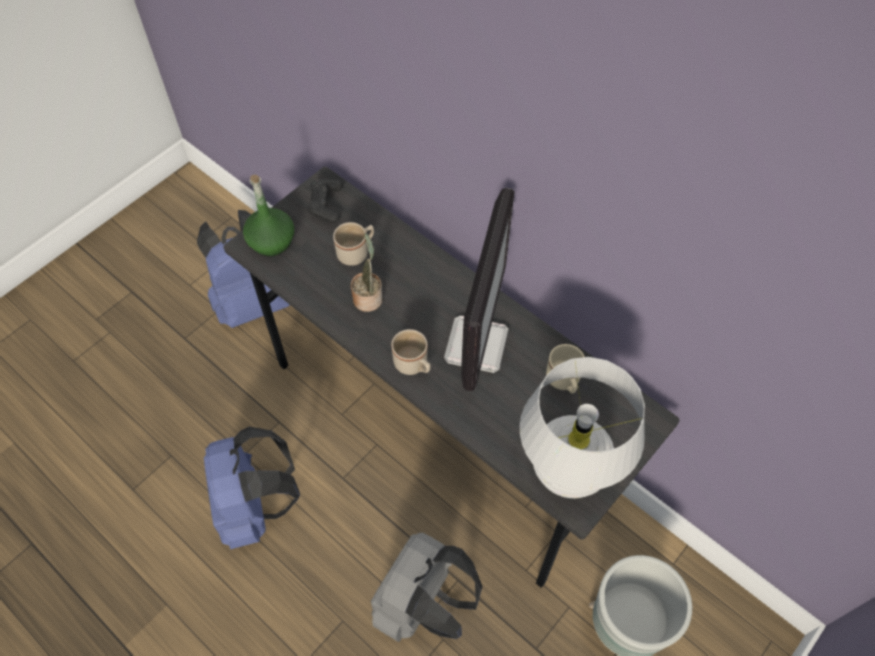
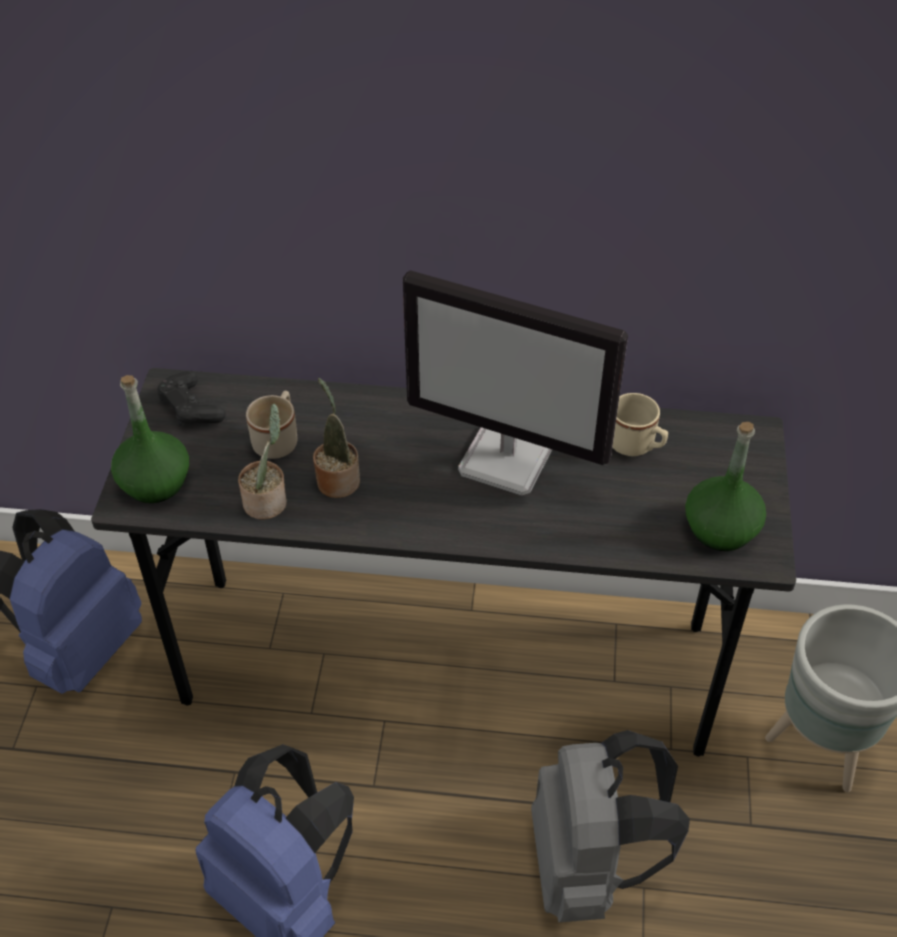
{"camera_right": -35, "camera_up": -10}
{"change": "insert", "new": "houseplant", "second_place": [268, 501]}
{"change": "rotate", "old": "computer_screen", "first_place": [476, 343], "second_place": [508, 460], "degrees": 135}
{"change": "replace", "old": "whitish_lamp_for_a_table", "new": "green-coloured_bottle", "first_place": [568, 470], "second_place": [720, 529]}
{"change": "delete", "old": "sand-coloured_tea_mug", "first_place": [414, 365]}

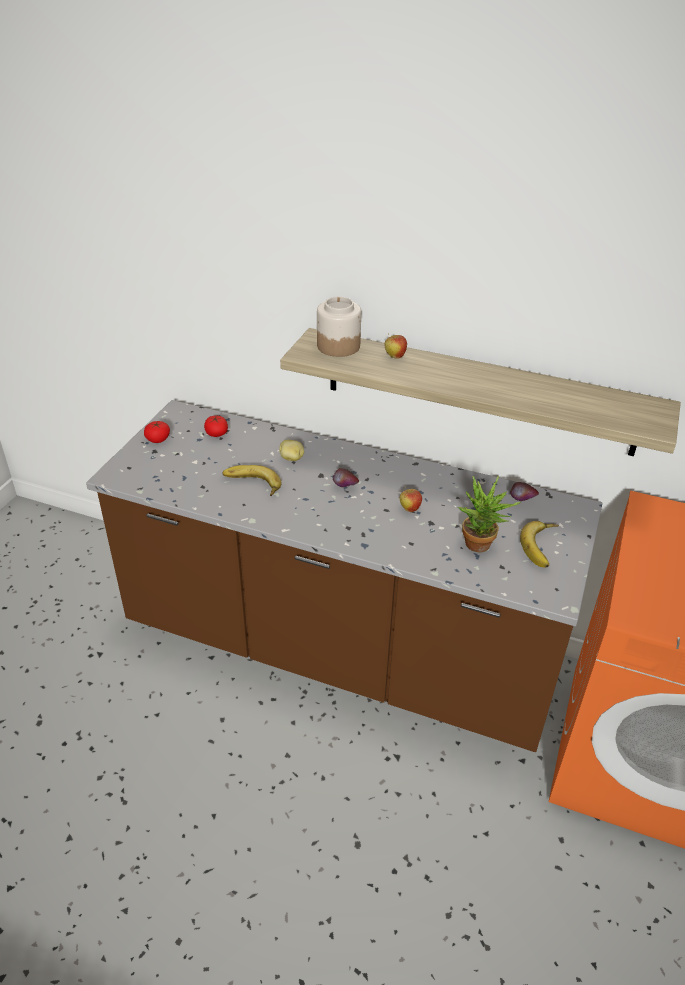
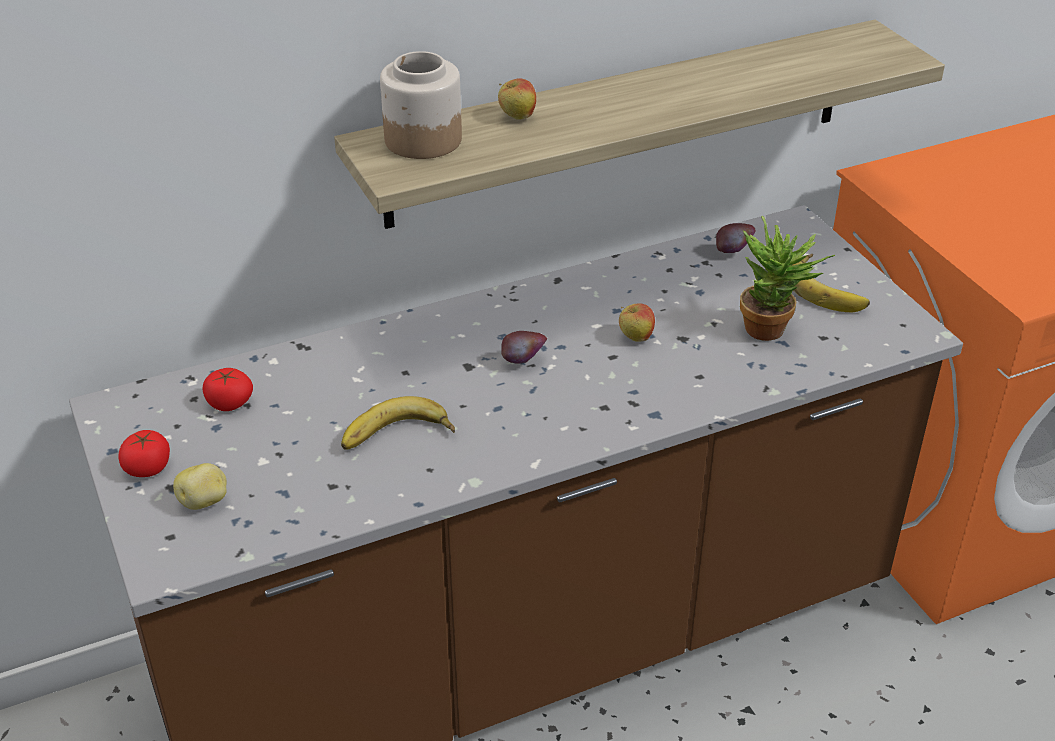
{"camera_right": -45, "camera_up": 0}
{"change": "move", "old": "whole_potato", "first_place": [292, 459], "second_place": [204, 501]}

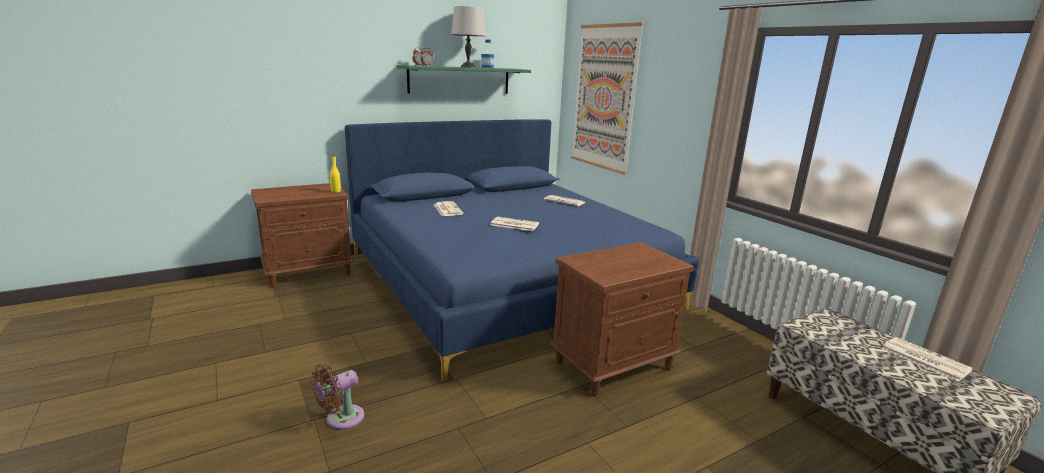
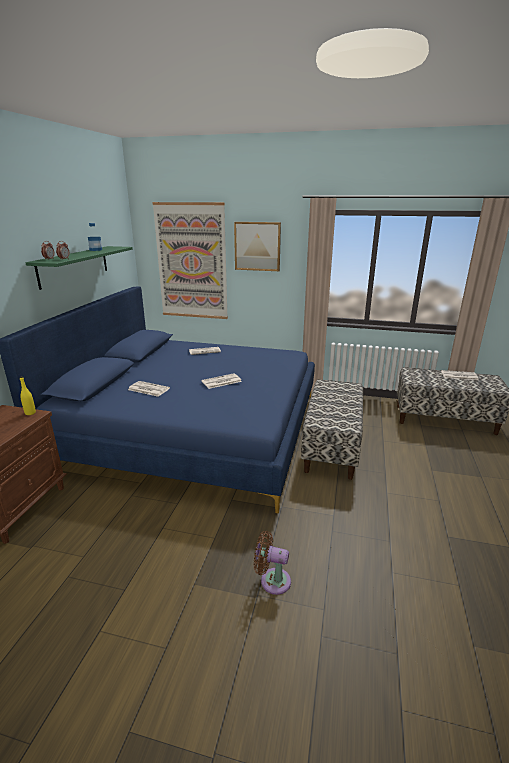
{"camera_right": -45, "camera_up": 5}
{"change": "insert", "new": "wall_picture", "second_place": [257, 246]}
{"change": "rotate", "old": "brown-coloured_electric_fan", "first_place": [341, 419], "second_place": [272, 580], "degrees": 105}
{"change": "replace", "old": "brown-coloured_night_table", "new": "indoor_bench", "first_place": [613, 364], "second_place": [331, 446]}
{"change": "delete", "old": "greyish_lamp_for_a_table", "first_place": [468, 67]}

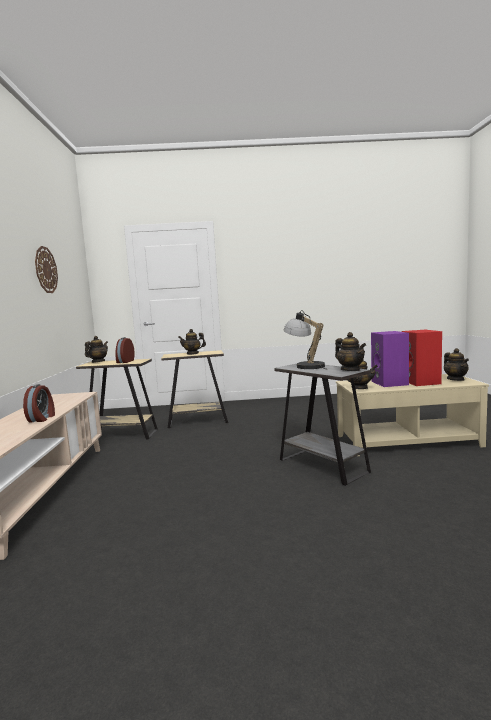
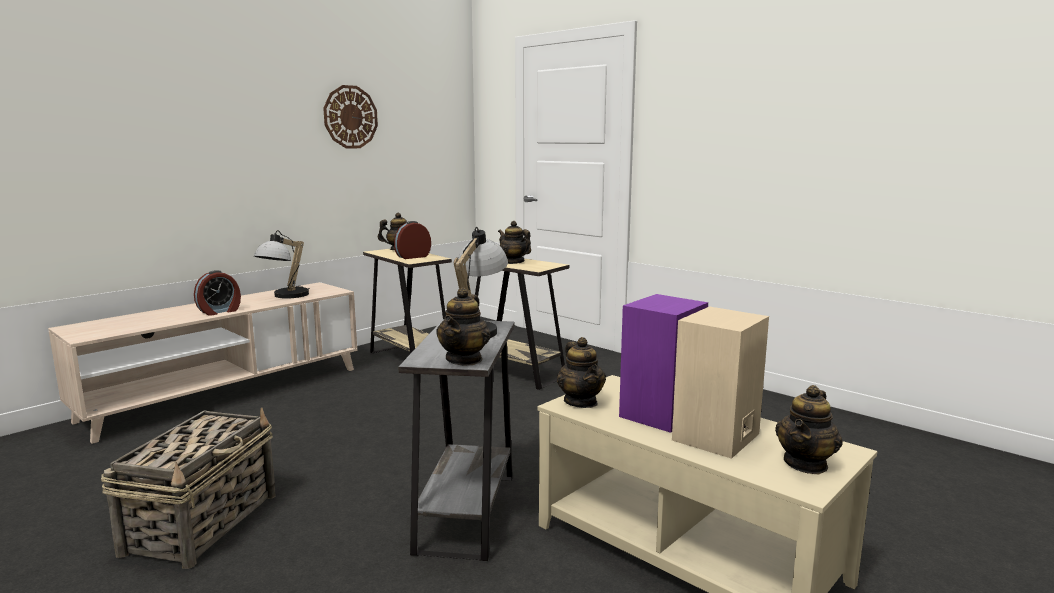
{"camera_right": 45, "camera_up": 5}
{"change": "insert", "new": "storage_basket", "second_place": [203, 522]}
{"change": "insert", "new": "lamp_for_a_table", "second_place": [285, 296]}
{"change": "recolor", "old": "red_loudspeaker", "new": "sand-coloured_loudspeaker", "first_place": [422, 382], "second_place": [716, 438]}

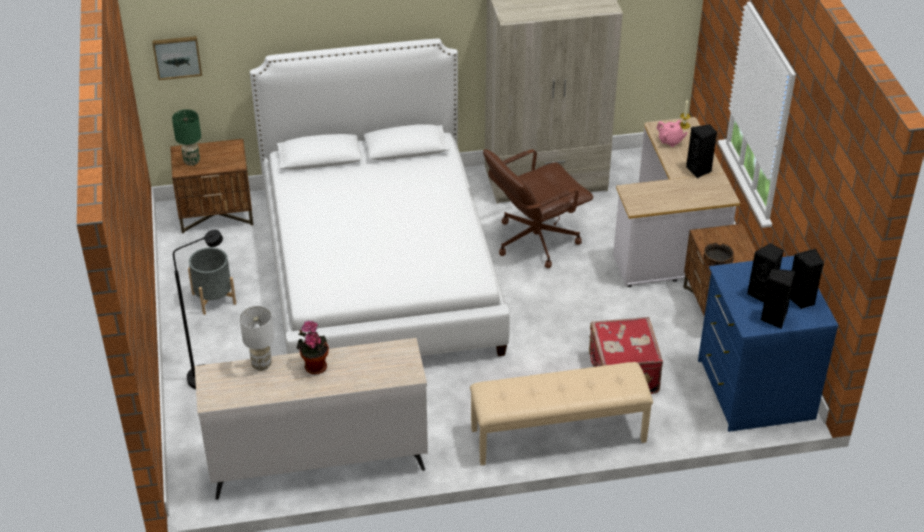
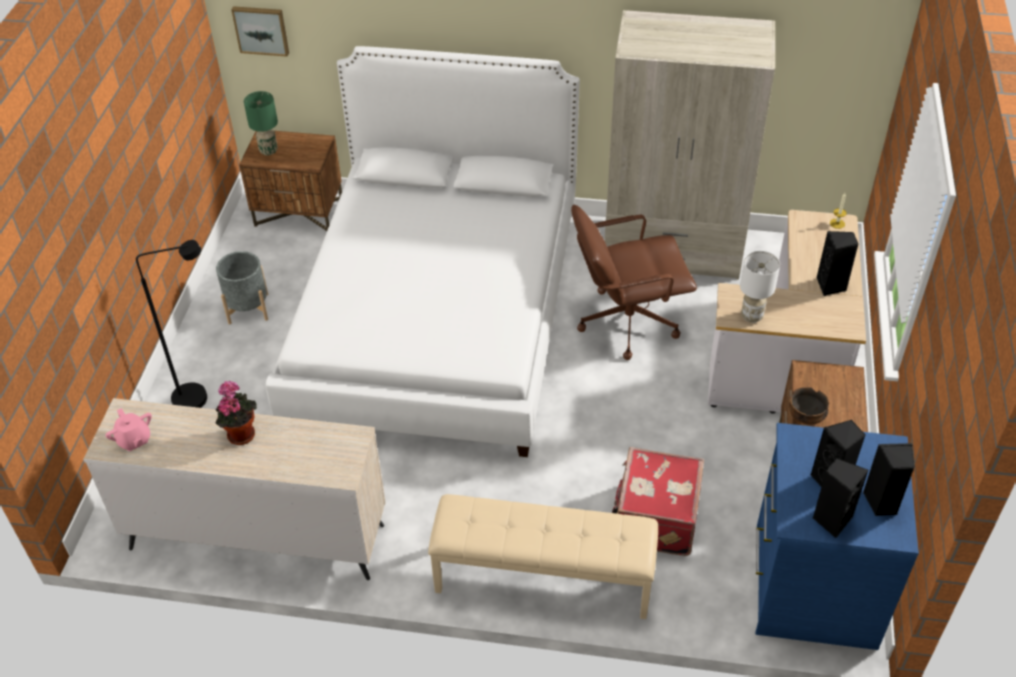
{"camera_right": 20, "camera_up": 5}
{"change": "move", "old": "pinkish_tea_pot", "first_place": [670, 141], "second_place": [134, 440]}
{"change": "move", "old": "whitish_lamp_for_a_table", "first_place": [262, 365], "second_place": [752, 316]}

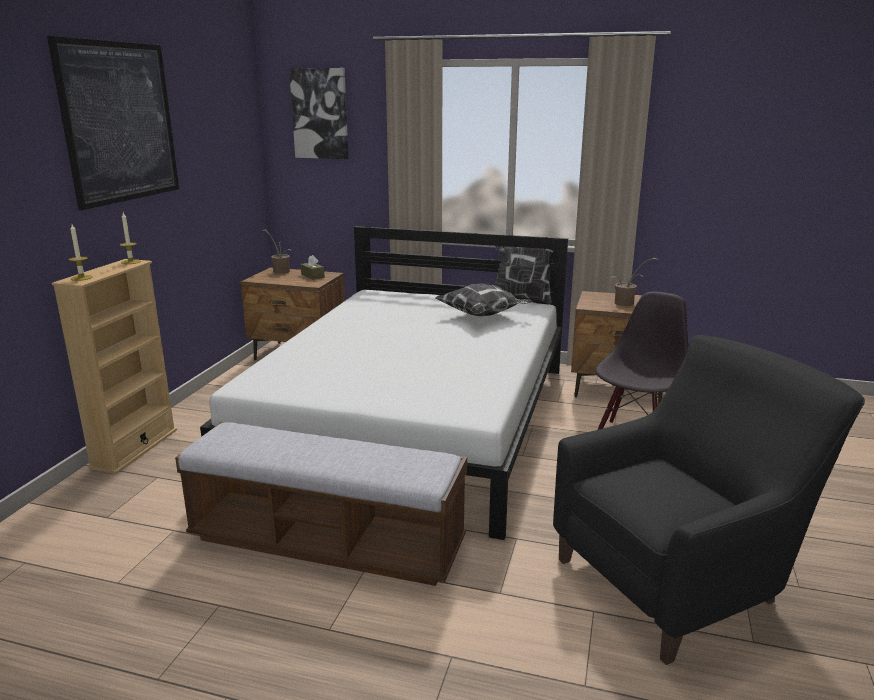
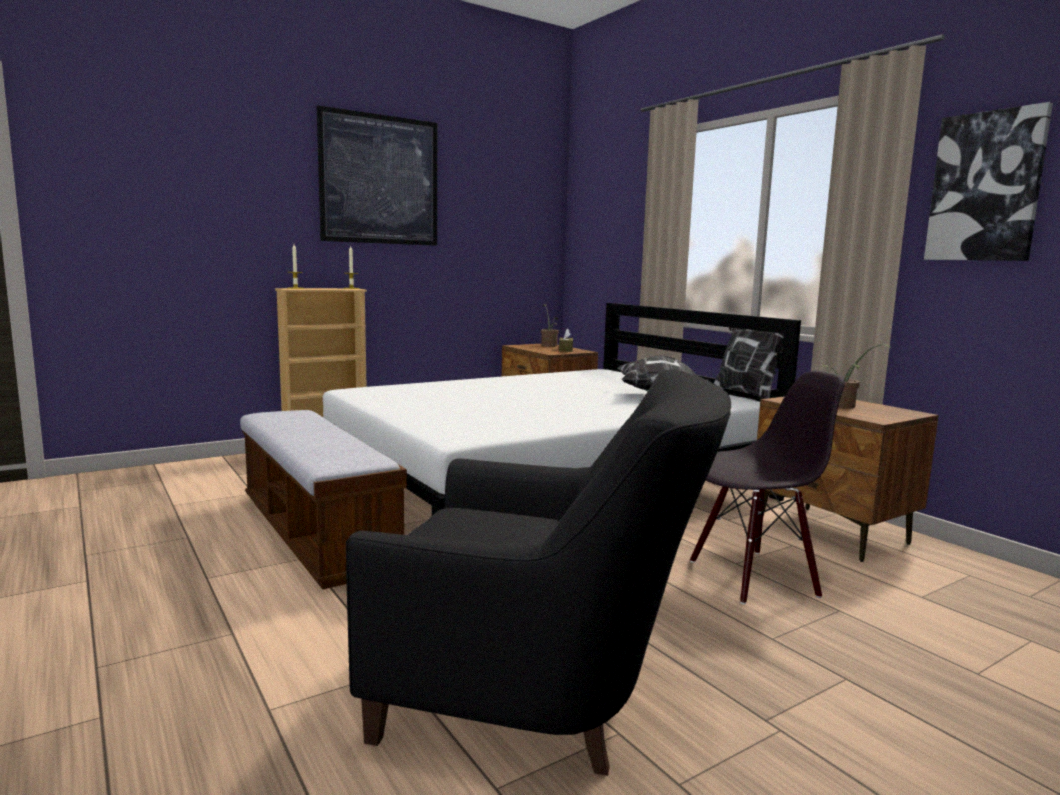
{"camera_right": 40, "camera_up": -10}
{"change": "move", "old": "wall_picture", "first_place": [320, 114], "second_place": [986, 187]}

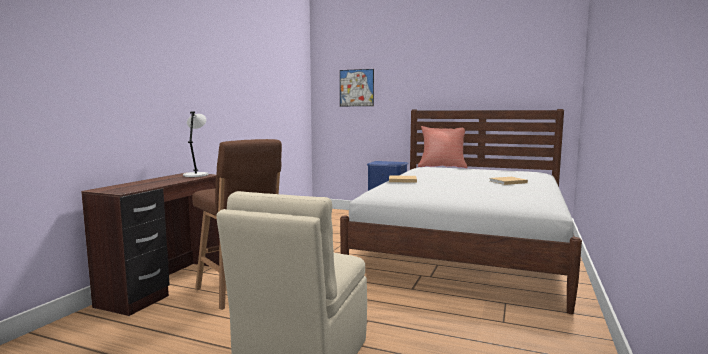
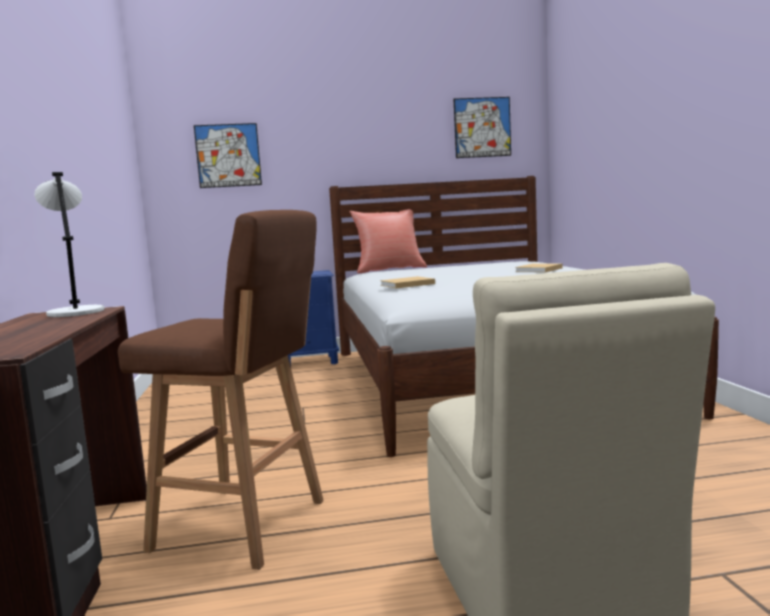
{"camera_right": -30, "camera_up": 0}
{"change": "insert", "new": "wall_picture", "second_place": [482, 127]}

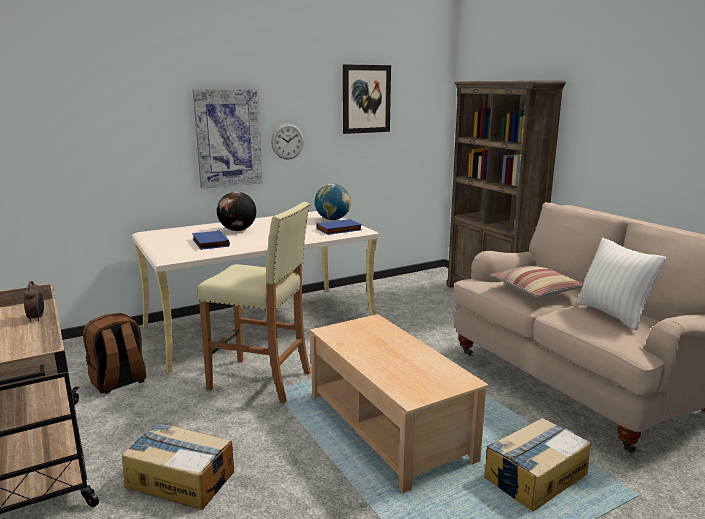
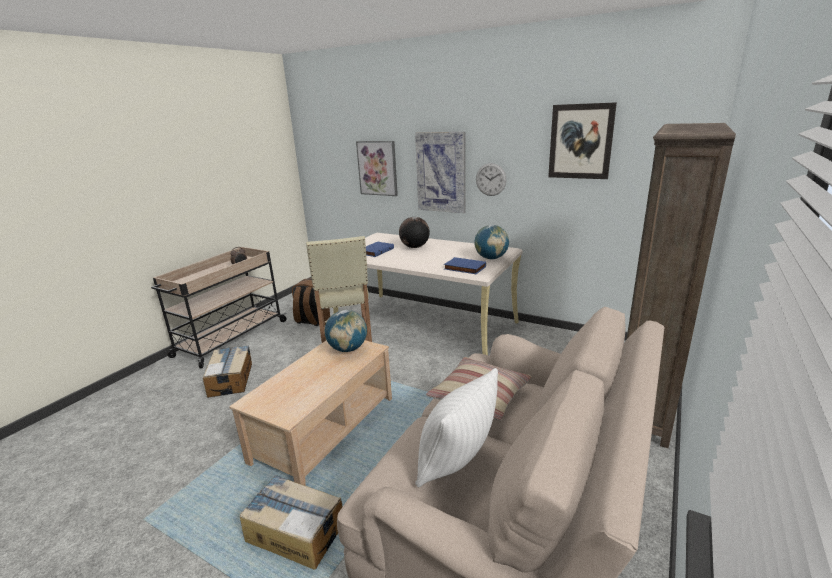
{"camera_right": 60, "camera_up": 5}
{"change": "insert", "new": "globe", "second_place": [348, 349]}
{"change": "insert", "new": "wall_picture", "second_place": [377, 168]}

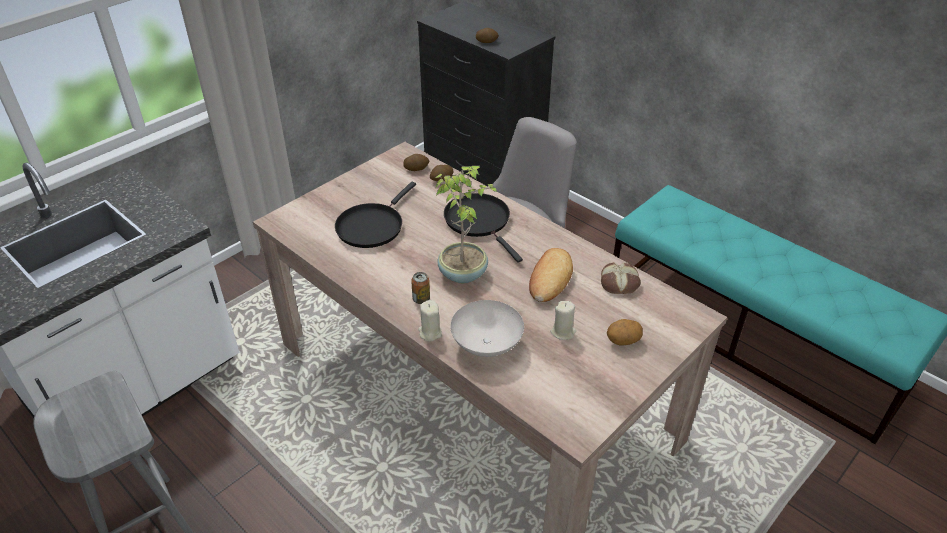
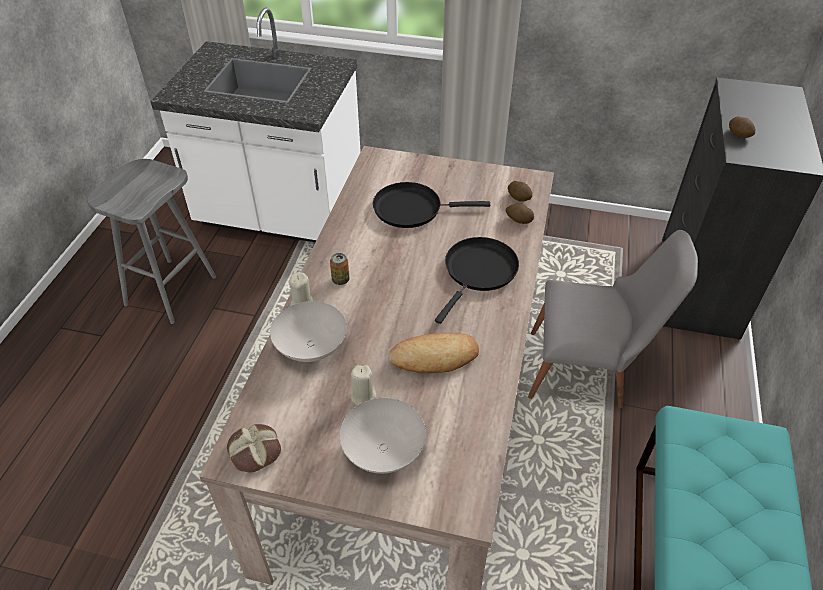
{"camera_right": 60, "camera_up": 5}
{"change": "move", "old": "bakery_bread", "first_place": [620, 282], "second_place": [255, 452]}
{"change": "replace", "old": "whole_potato", "new": "whitish_deep_dish", "first_place": [623, 341], "second_place": [382, 452]}
{"change": "delete", "old": "houseplant", "first_place": [463, 273]}

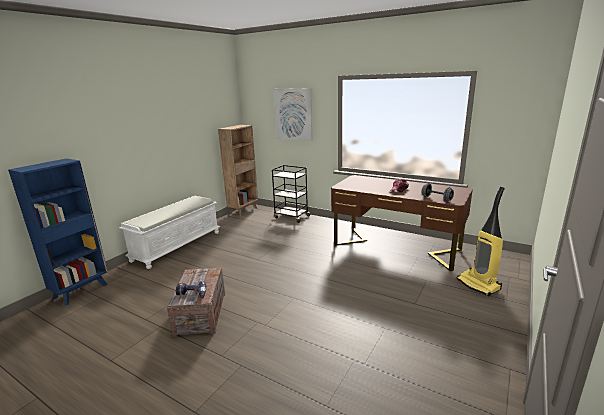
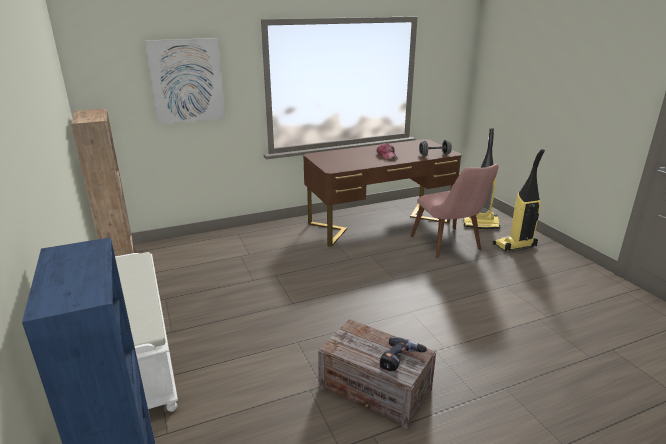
{"camera_right": -55, "camera_up": 5}
{"change": "insert", "new": "pinkish_upright_chair", "second_place": [450, 246]}
{"change": "insert", "new": "hoover", "second_place": [514, 246]}
{"change": "delete", "old": "black-coloured_trolley", "first_place": [291, 217]}

